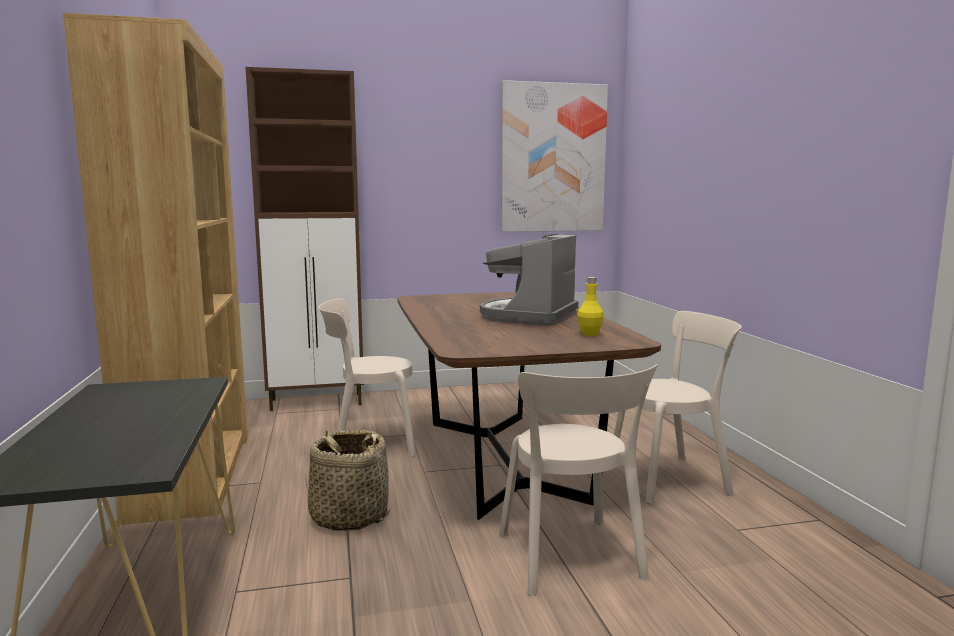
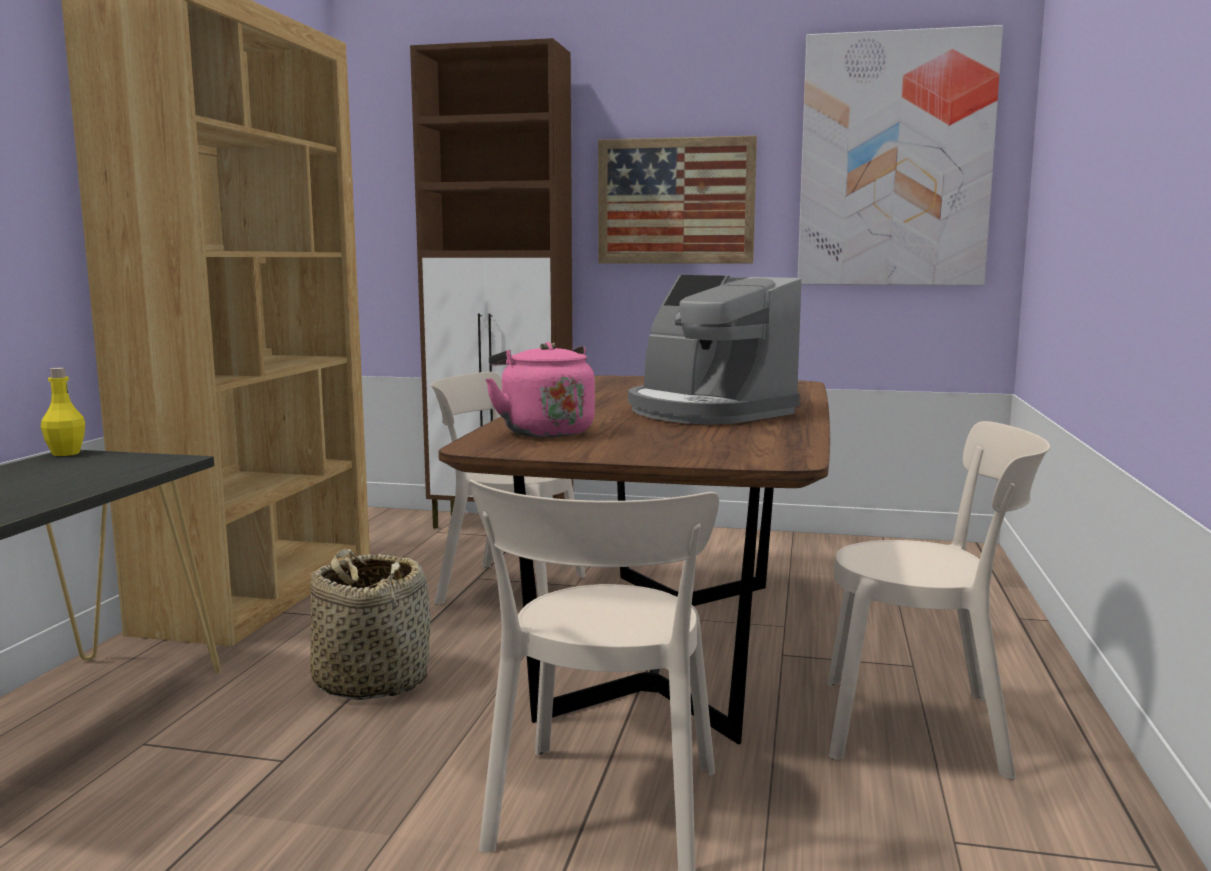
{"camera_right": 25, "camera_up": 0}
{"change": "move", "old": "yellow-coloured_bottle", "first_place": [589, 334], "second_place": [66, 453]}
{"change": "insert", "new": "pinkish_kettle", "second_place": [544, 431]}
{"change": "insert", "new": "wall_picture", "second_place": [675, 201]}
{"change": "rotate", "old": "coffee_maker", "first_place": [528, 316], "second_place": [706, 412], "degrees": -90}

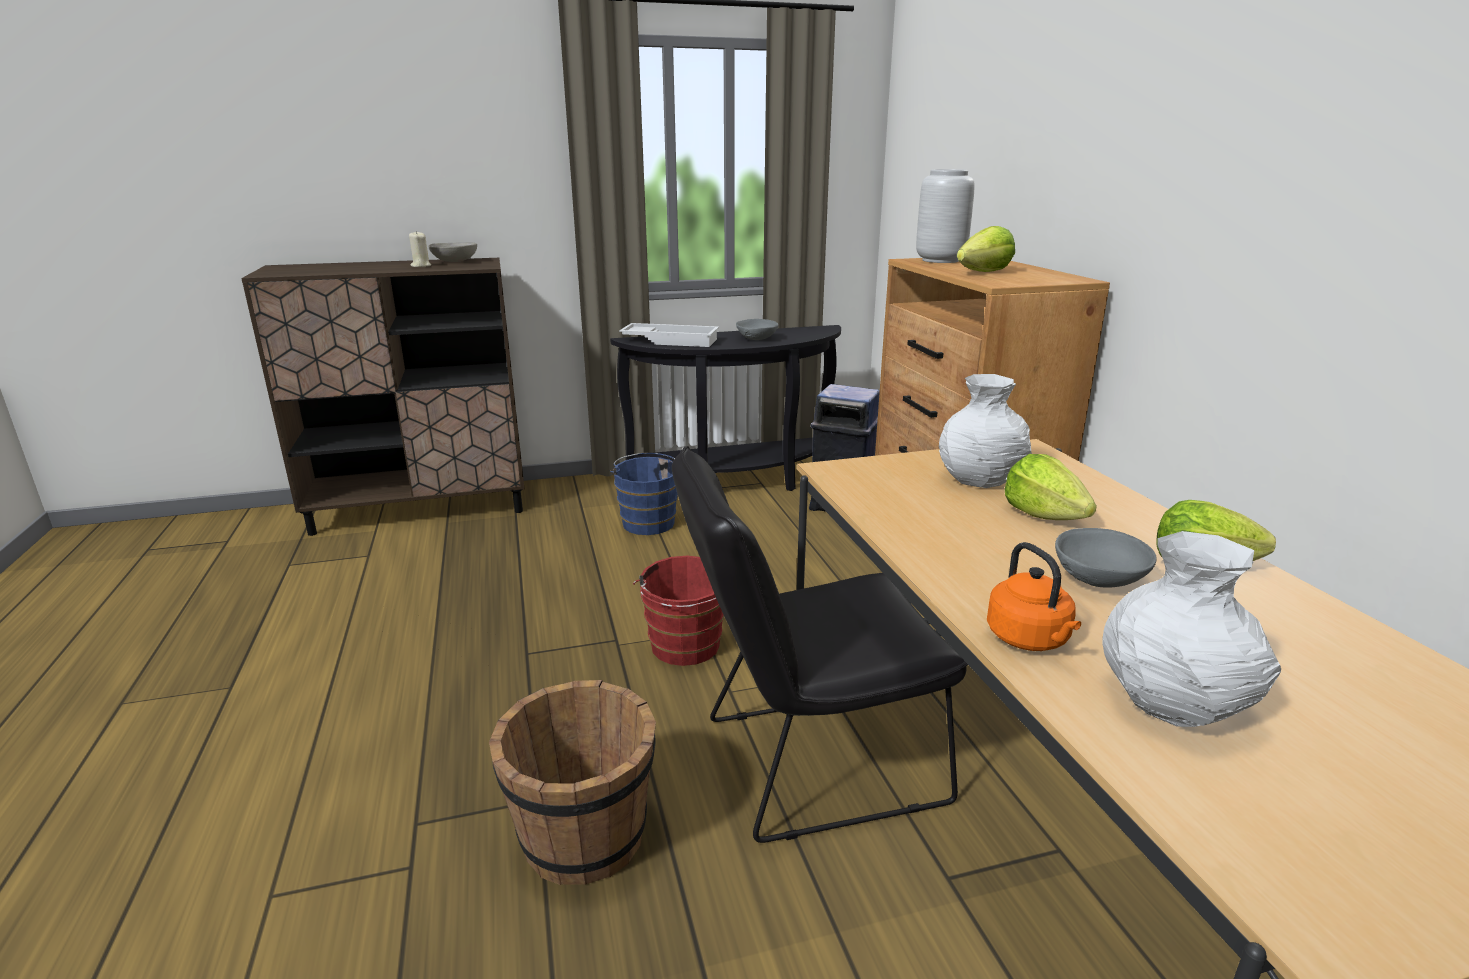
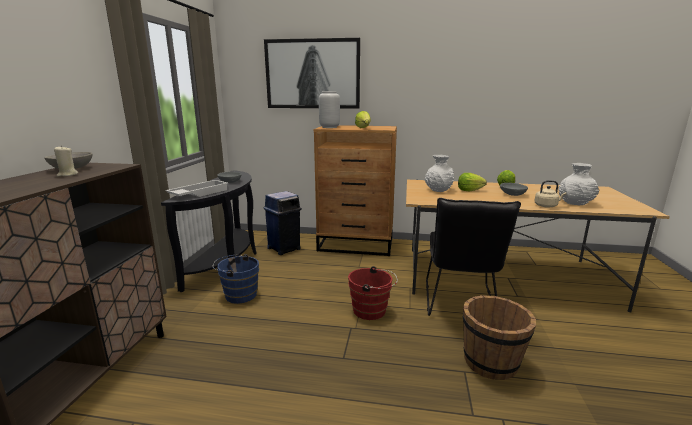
{"camera_right": -65, "camera_up": -5}
{"change": "insert", "new": "wall_picture", "second_place": [312, 74]}
{"change": "recolor", "old": "orange_kettle", "new": "sand-coloured_kettle", "first_place": [1030, 640], "second_place": [547, 206]}

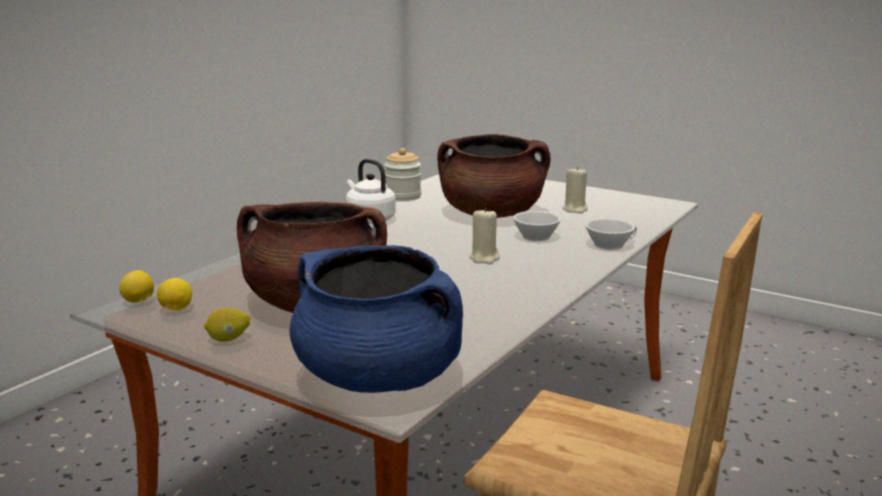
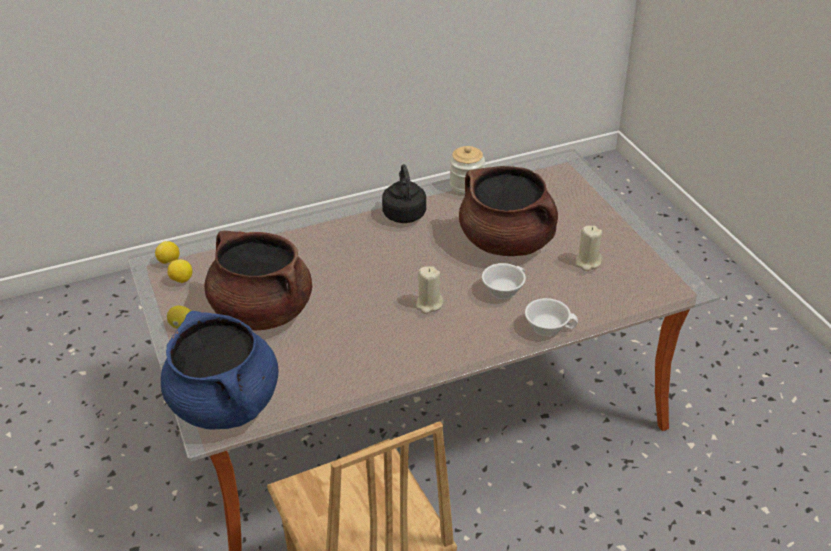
{"camera_right": 35, "camera_up": 20}
{"change": "recolor", "old": "whitish_kettle", "new": "black-coloured_kettle", "first_place": [369, 219], "second_place": [404, 213]}

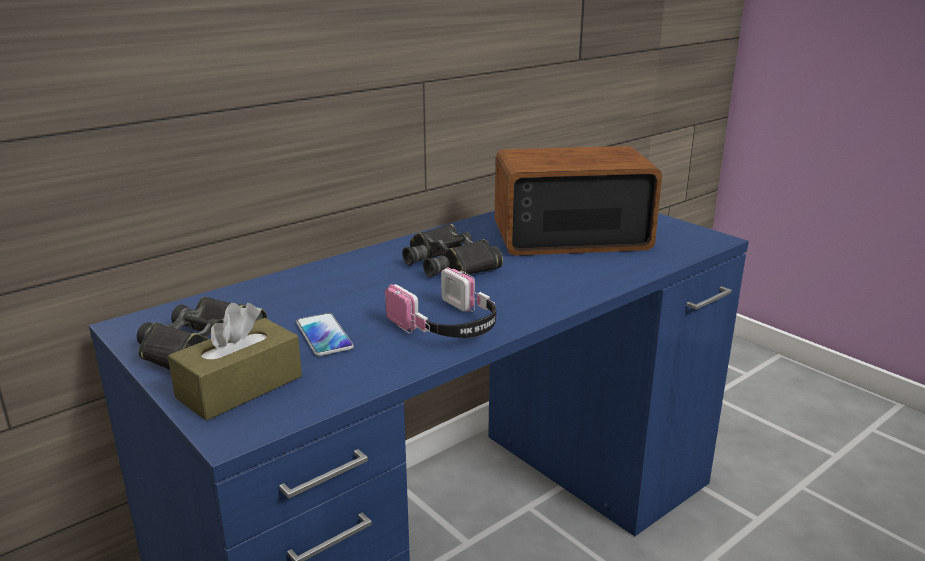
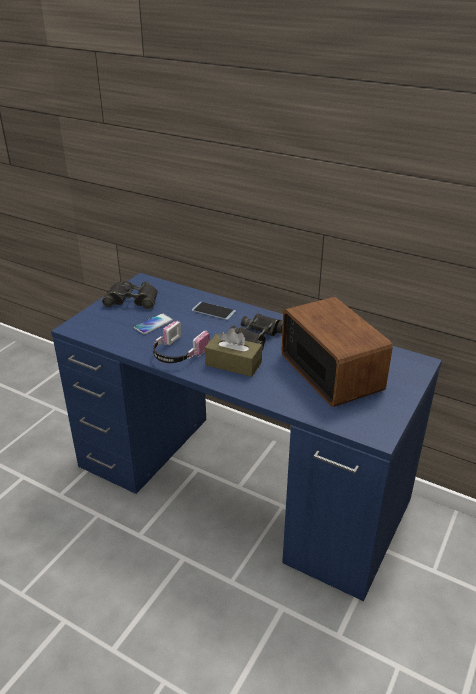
{"camera_right": 70, "camera_up": 10}
{"change": "insert", "new": "telephone", "second_place": [213, 311]}
{"change": "move", "old": "brown-coloured_box_of_tissues", "first_place": [240, 387], "second_place": [233, 364]}

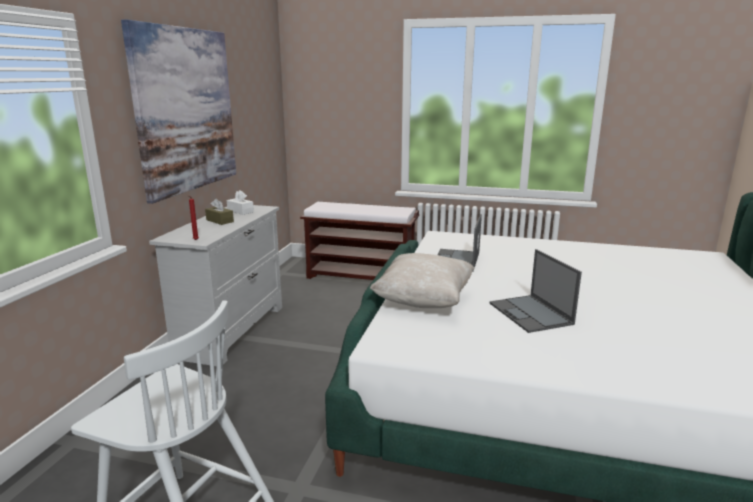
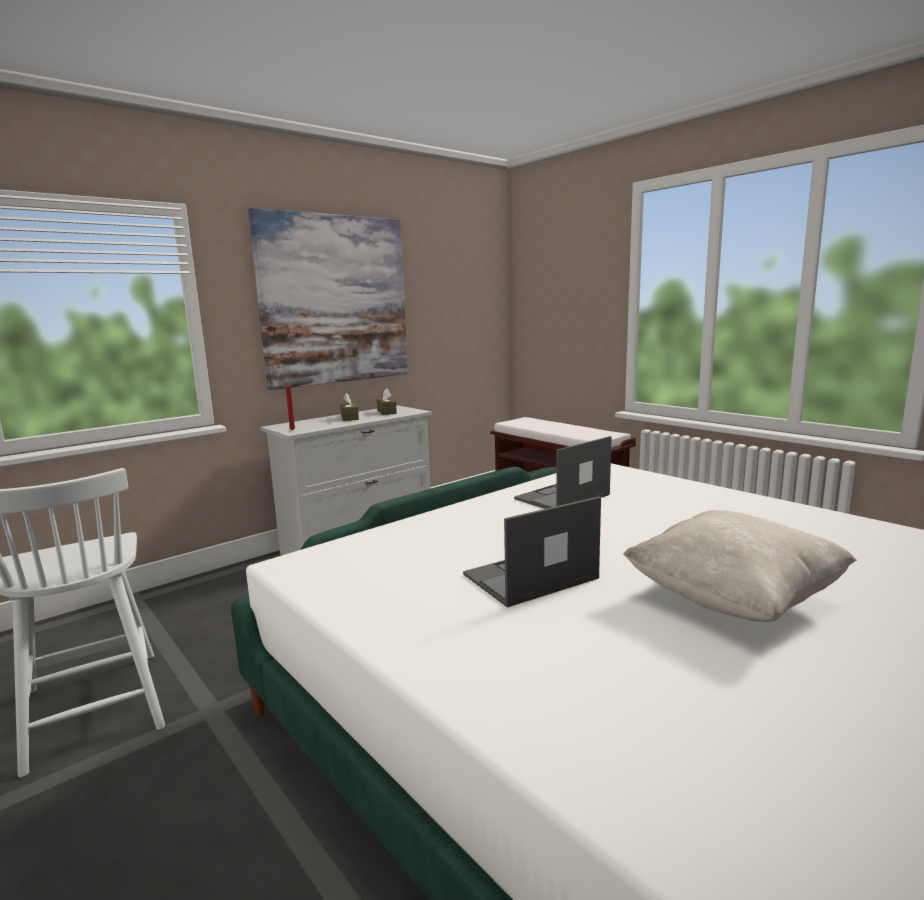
{"camera_right": 35, "camera_up": -5}
{"change": "recolor", "old": "whitish_box_of_tissues", "new": "brown-coloured_box_of_tissues", "first_place": [240, 211], "second_place": [386, 412]}
{"change": "rotate", "old": "portable_computer", "first_place": [531, 314], "second_place": [529, 577], "degrees": 45}
{"change": "move", "old": "sand-coloured_throw_pillow", "first_place": [423, 301], "second_place": [733, 600]}

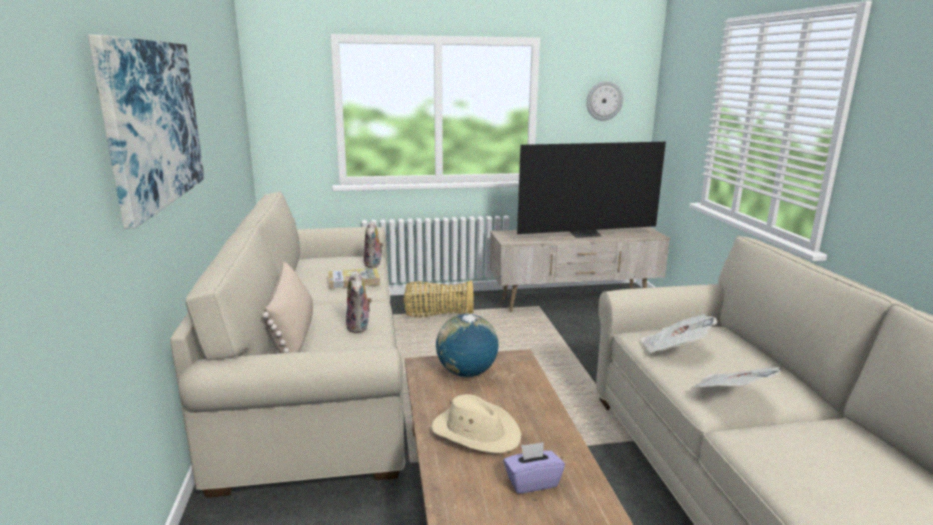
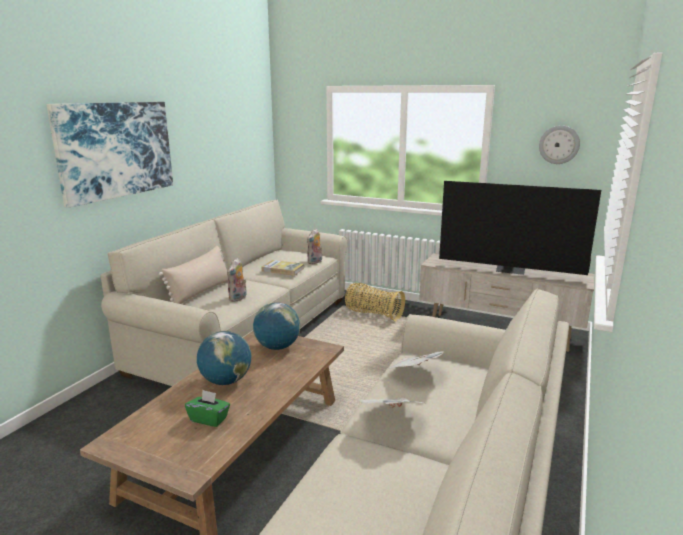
{"camera_right": 35, "camera_up": 0}
{"change": "recolor", "old": "purple-coloured_box_of_tissues", "new": "green-coloured_box_of_tissues", "first_place": [532, 482], "second_place": [209, 419]}
{"change": "replace", "old": "sand-coloured_clothing_hat", "new": "globe", "first_place": [476, 432], "second_place": [226, 381]}

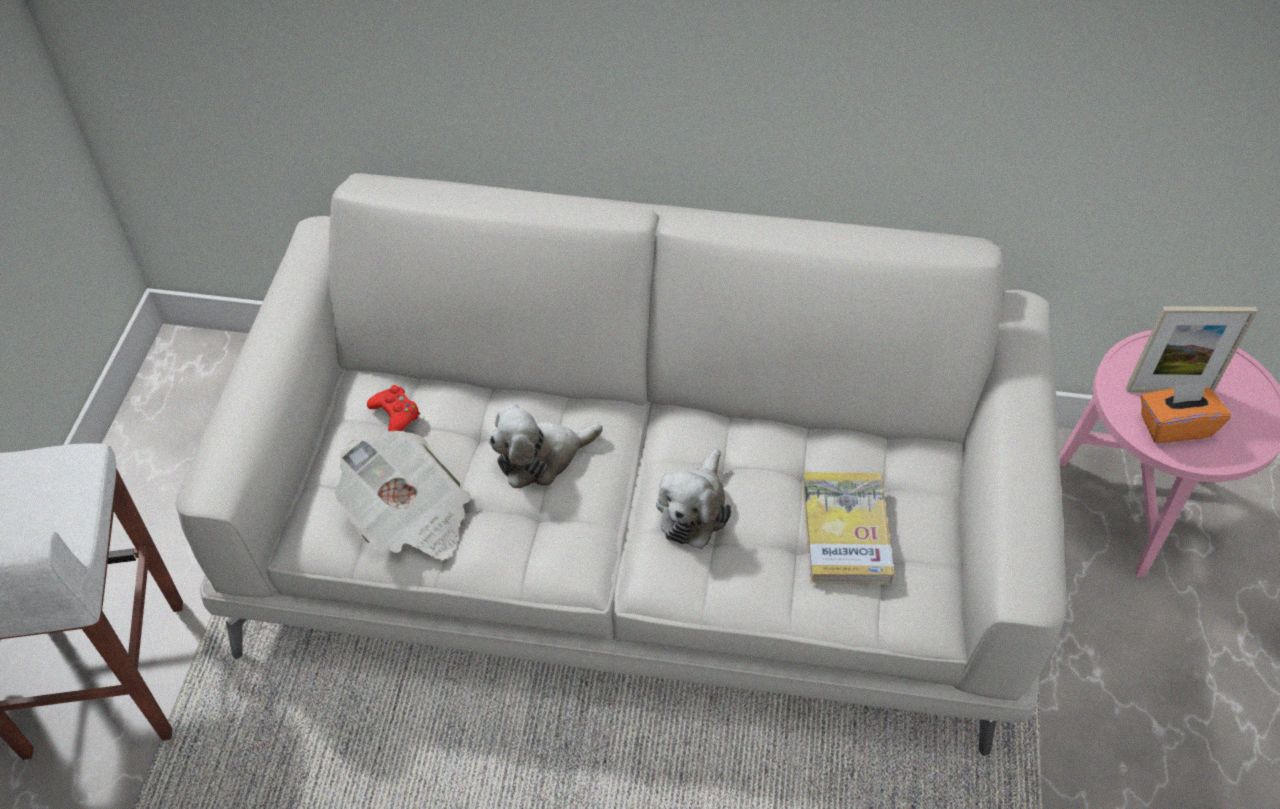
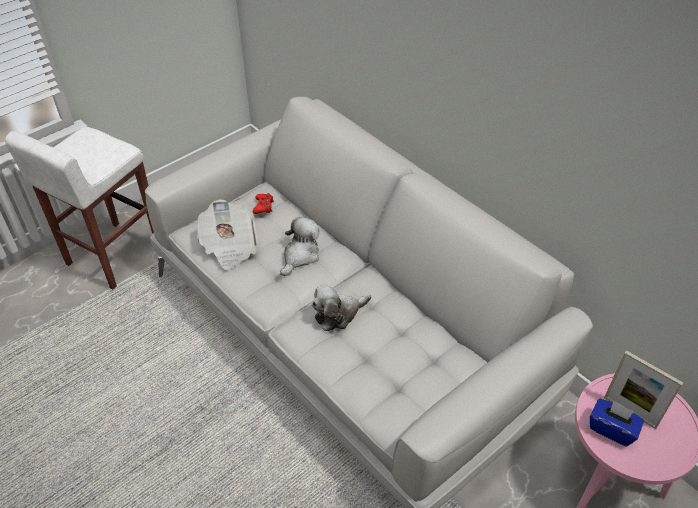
{"camera_right": 40, "camera_up": -5}
{"change": "rotate", "old": "soft_toy", "first_place": [541, 458], "second_place": [300, 256], "degrees": 105}
{"change": "recolor", "old": "orange_box_of_tissues", "new": "blue-coloured_box_of_tissues", "first_place": [1174, 426], "second_place": [611, 429]}
{"change": "delete", "old": "book", "first_place": [845, 531]}

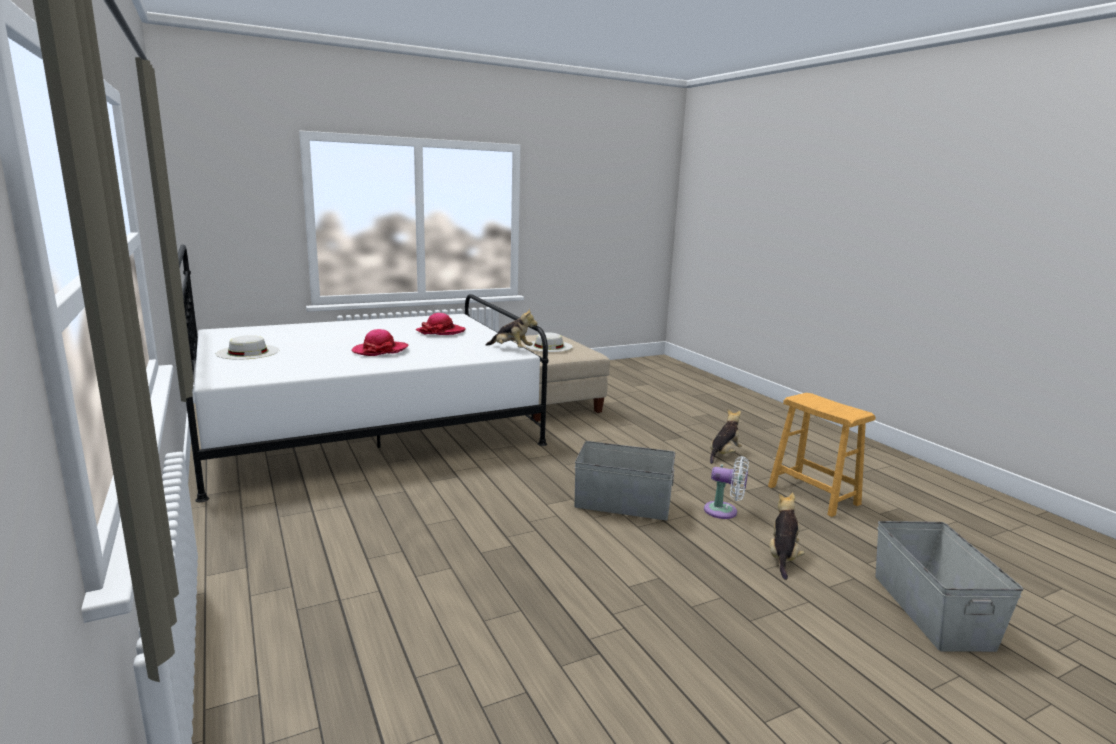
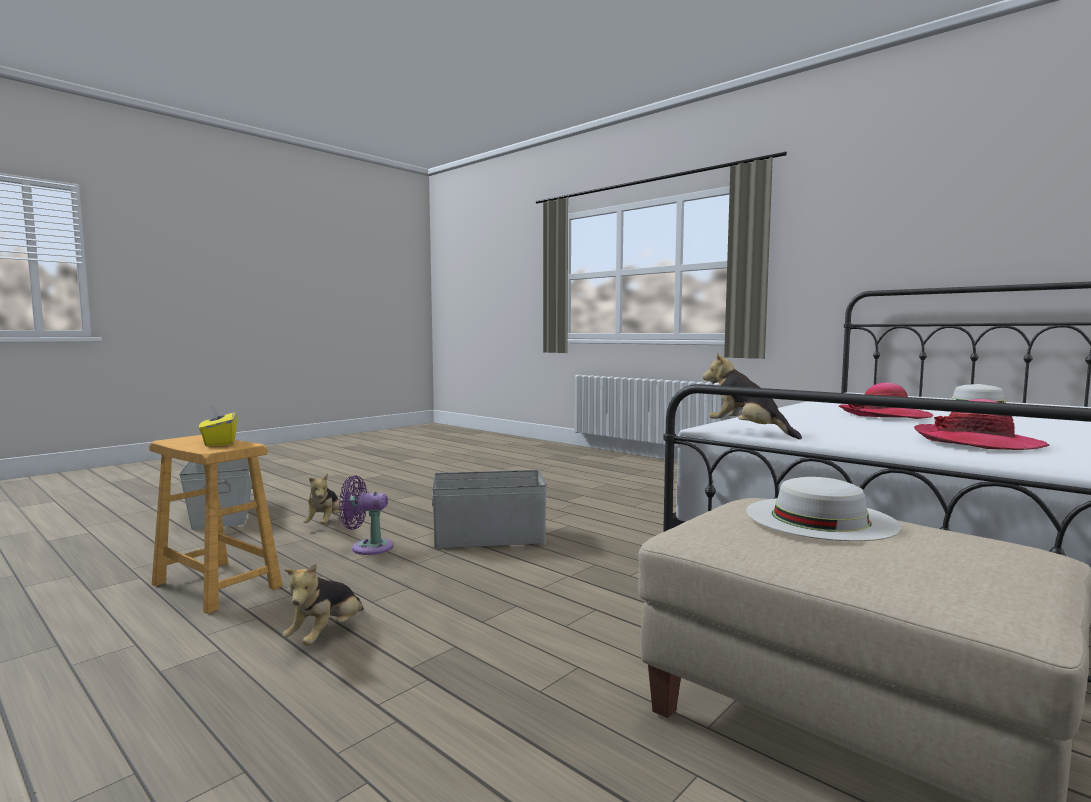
{"camera_right": 160, "camera_up": -10}
{"change": "insert", "new": "yellow-coloured_box_of_tissues", "second_place": [219, 443]}
{"change": "recolor", "old": "whitish_electric_fan", "new": "purple-coloured_electric_fan", "first_place": [724, 511], "second_place": [367, 547]}
{"change": "rotate", "old": "soft_toy", "first_place": [511, 349], "second_place": [747, 432], "degrees": 45}

